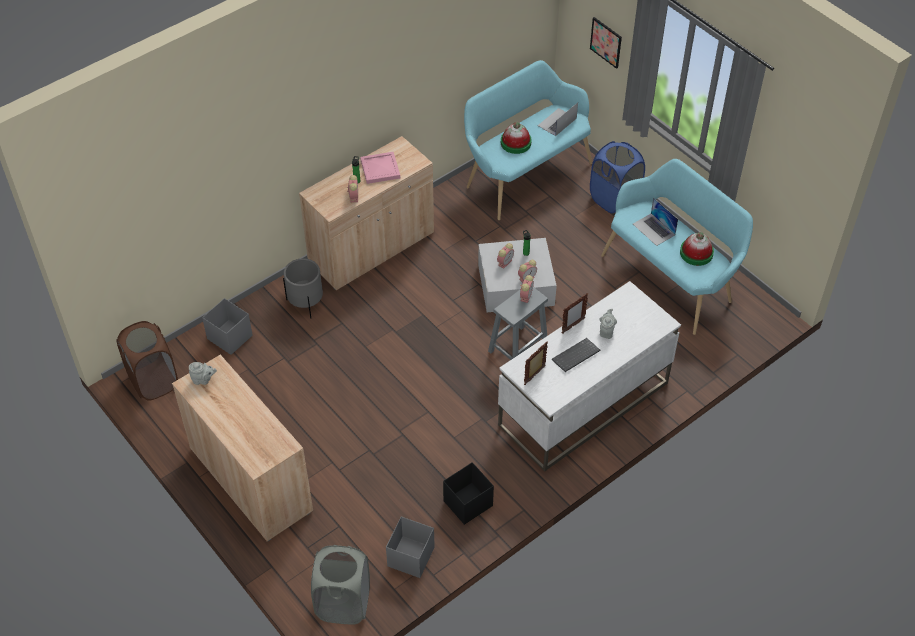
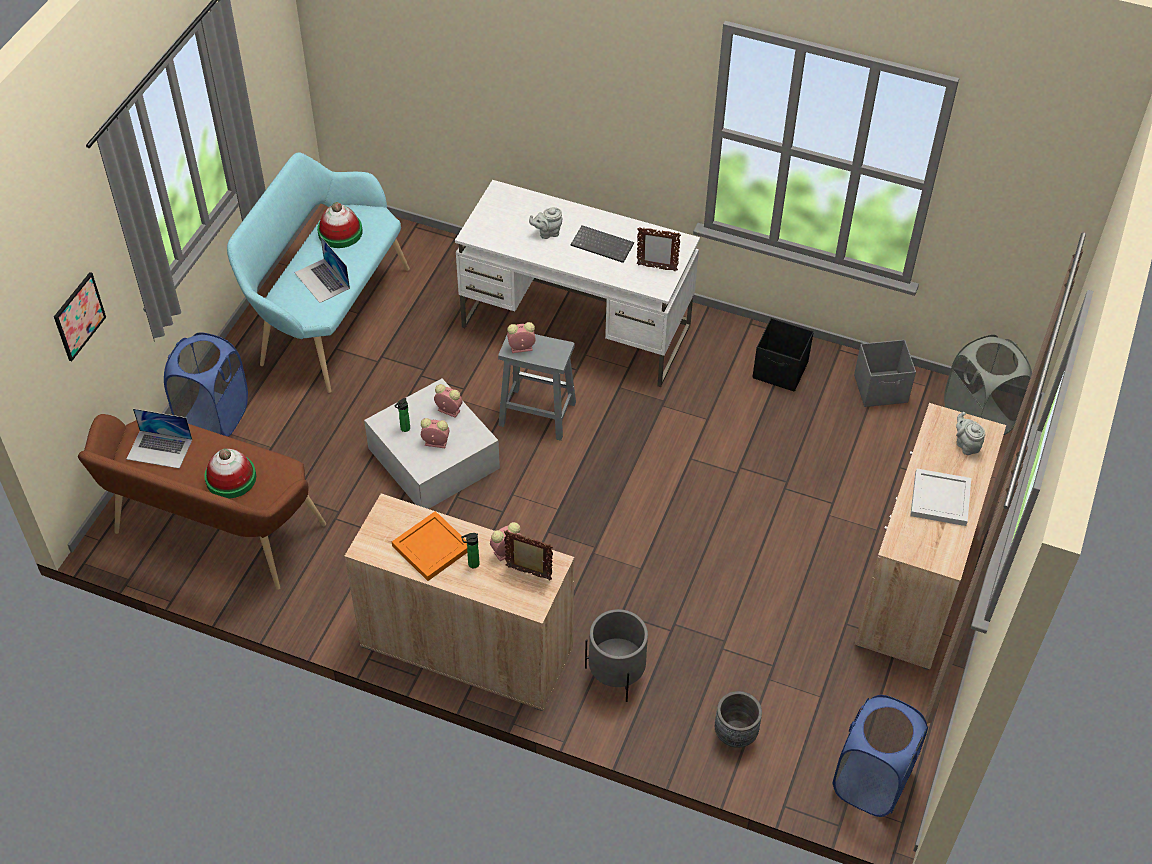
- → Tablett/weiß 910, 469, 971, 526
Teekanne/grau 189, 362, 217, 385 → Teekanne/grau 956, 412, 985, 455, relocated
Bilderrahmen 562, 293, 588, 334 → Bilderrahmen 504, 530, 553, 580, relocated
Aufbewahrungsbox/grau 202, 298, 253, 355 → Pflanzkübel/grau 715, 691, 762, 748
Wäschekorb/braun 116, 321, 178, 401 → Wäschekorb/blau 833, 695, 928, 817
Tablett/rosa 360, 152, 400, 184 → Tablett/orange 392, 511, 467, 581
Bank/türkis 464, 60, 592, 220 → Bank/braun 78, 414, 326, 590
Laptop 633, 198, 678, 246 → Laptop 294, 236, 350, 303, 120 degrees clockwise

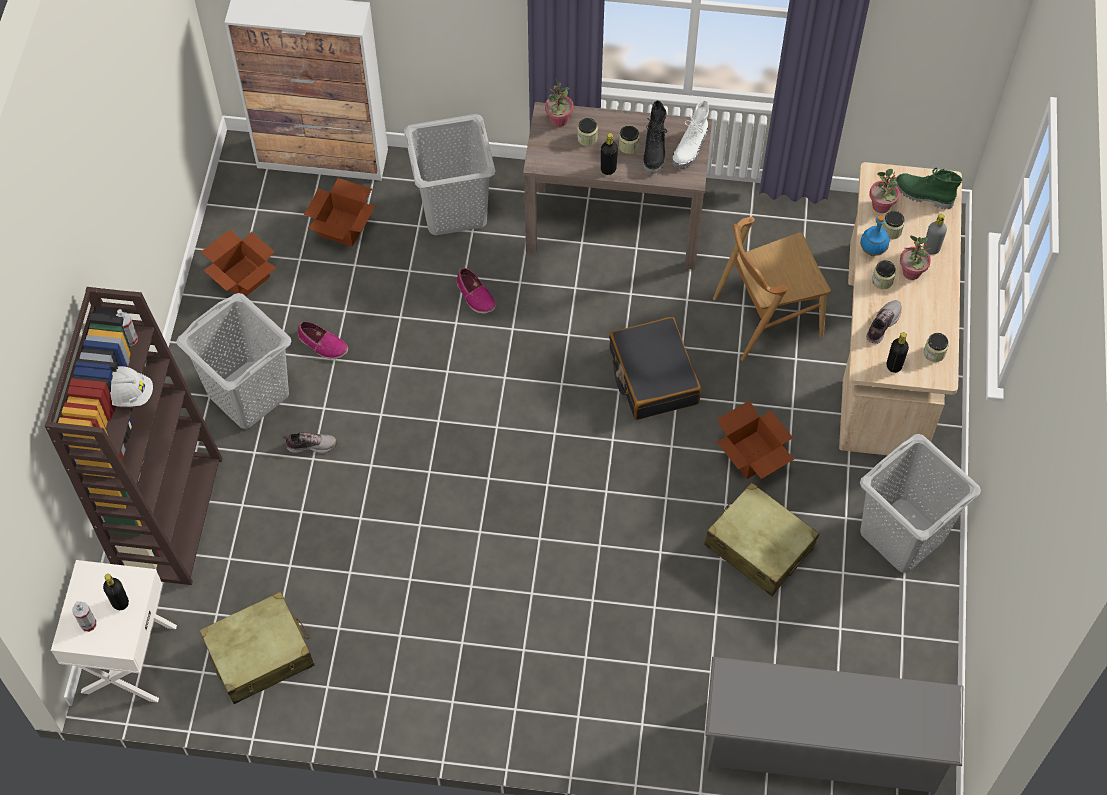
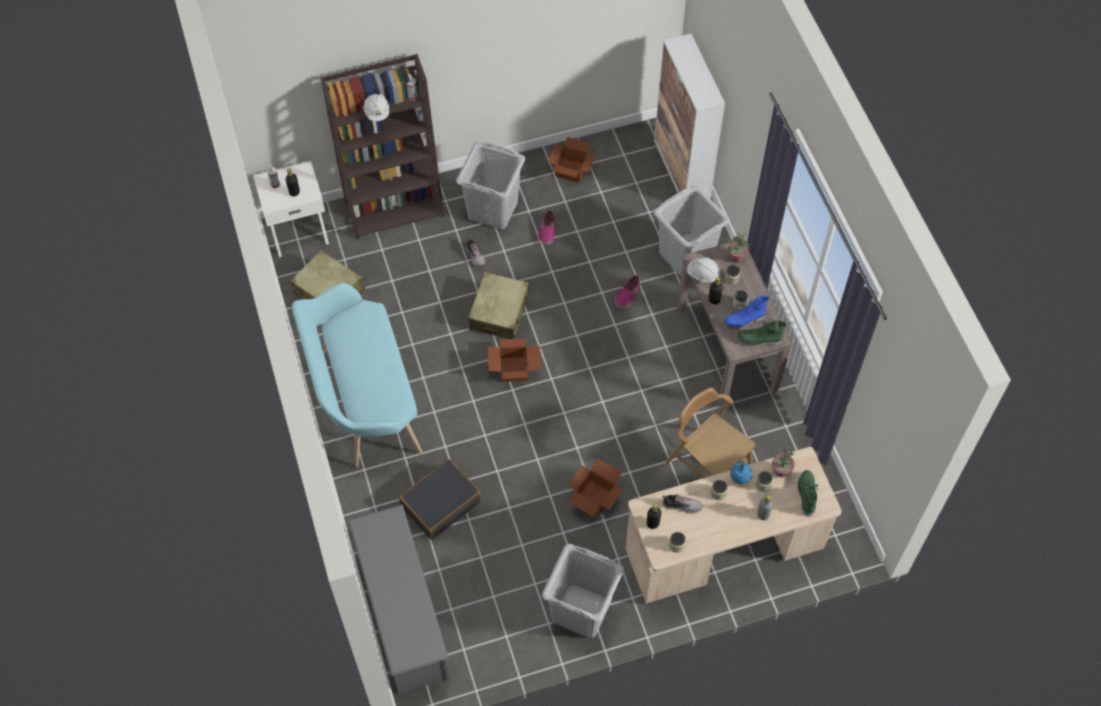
Topfpflanze 900, 236, 931, 280 → -
- → Bank/türkis 292, 283, 423, 468
- → Schutzhelm/weiß 687, 257, 720, 282
Karton 304, 178, 376, 247 → Karton 487, 338, 541, 382, relocated
Koffer/schwarz 609, 317, 701, 420 → Koffer/schwarz 399, 459, 481, 540, relocated
Koffer/beige 704, 482, 819, 596 → Koffer/beige 468, 272, 529, 339, relocated
Stiefel/schwarz 643, 100, 668, 174 → Stiefel/blau 723, 296, 769, 330
Stiefel/weiß 672, 100, 709, 169 → Stiefel/grün 736, 321, 786, 347

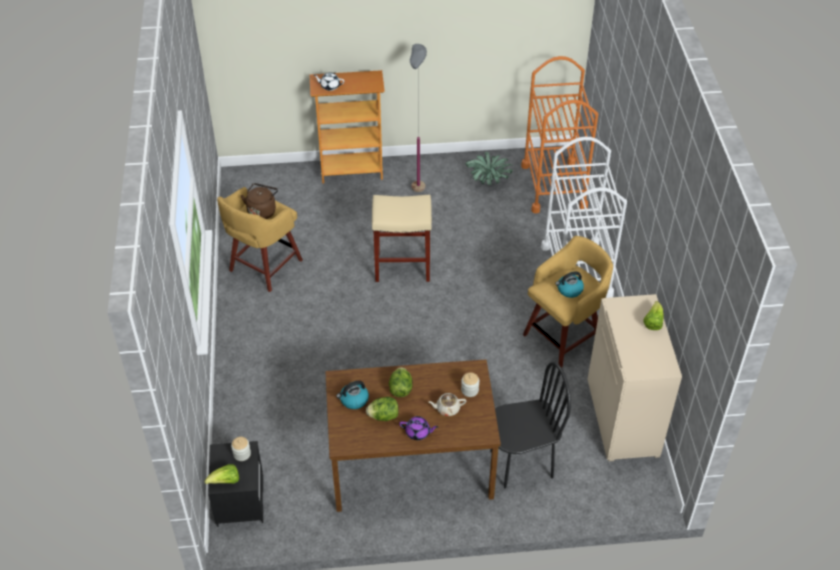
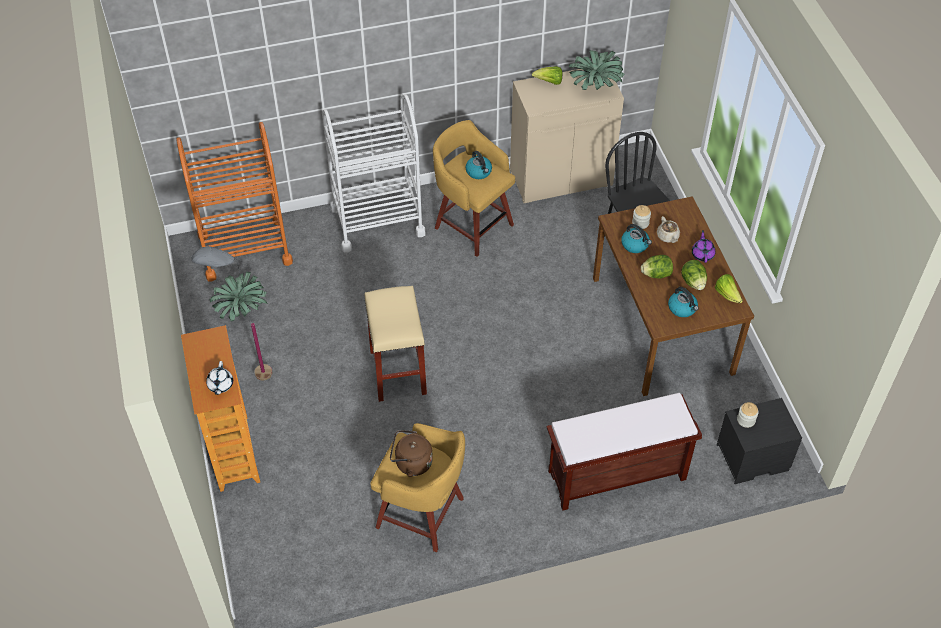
- → Bank/braun 547, 393, 702, 511
- → Topfpflanze 569, 50, 625, 90
- → Wasserkessel 621, 224, 652, 253
Salatkopf 204, 464, 239, 484 → Salatkopf 715, 274, 743, 303, relocated

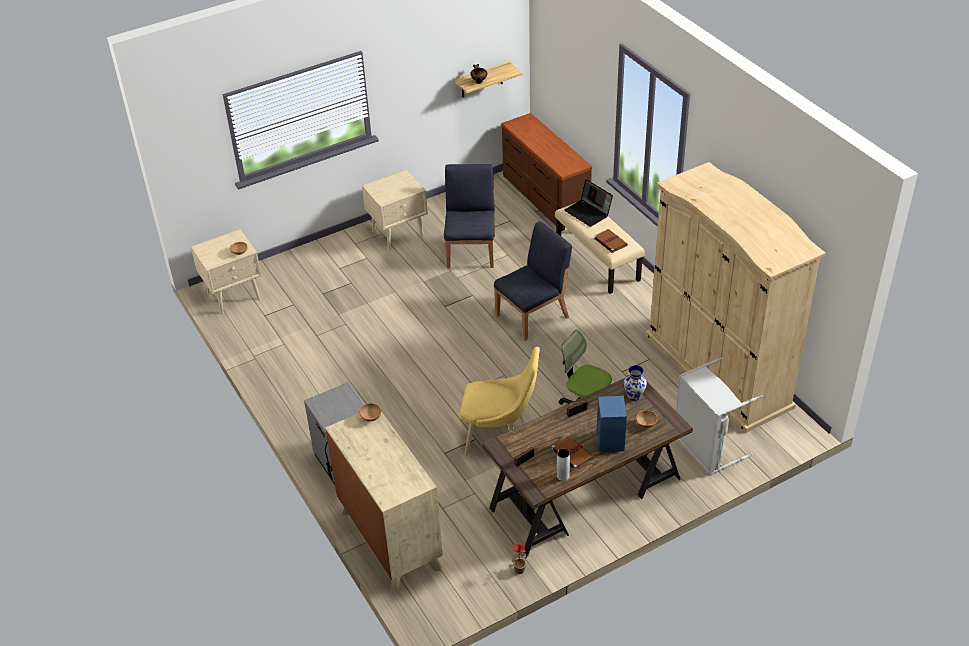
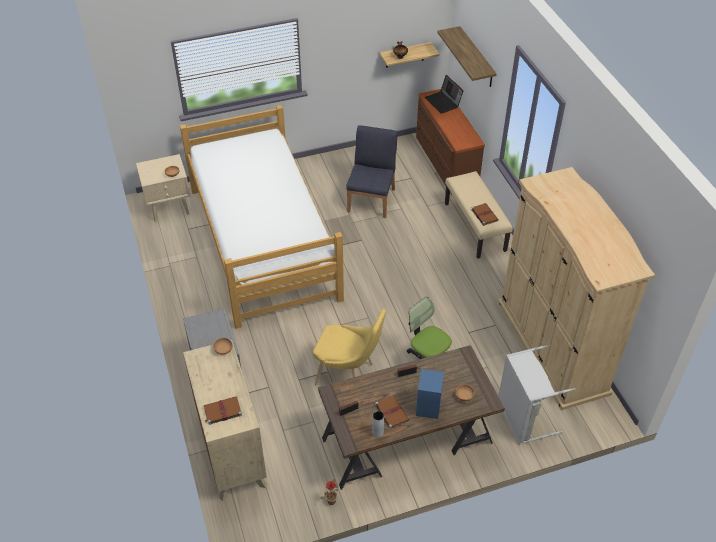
Nachttisch/beige 362, 170, 428, 251 → -
Stuhl/blau 494, 221, 572, 341 → -
Vase 624, 365, 647, 401 → -
- → Bett 180, 105, 344, 329
- → Buch/braun 204, 396, 242, 425
- → Wandregal 437, 26, 497, 87
Laptop 565, 179, 613, 227 → Laptop 425, 75, 464, 114, relocated

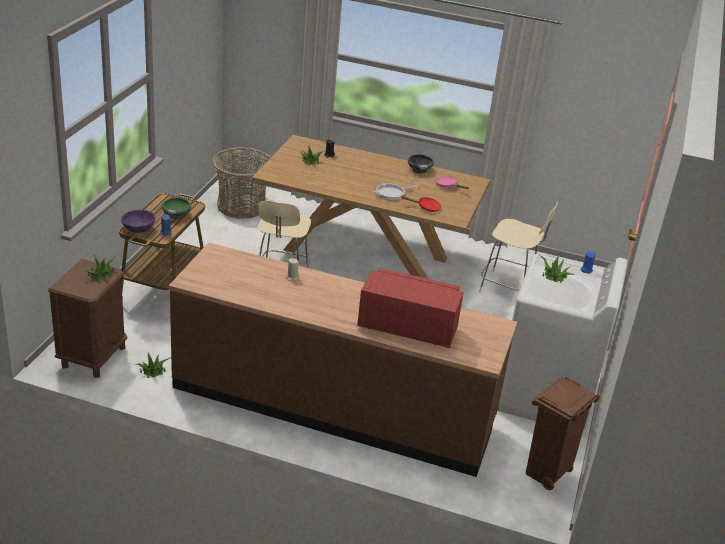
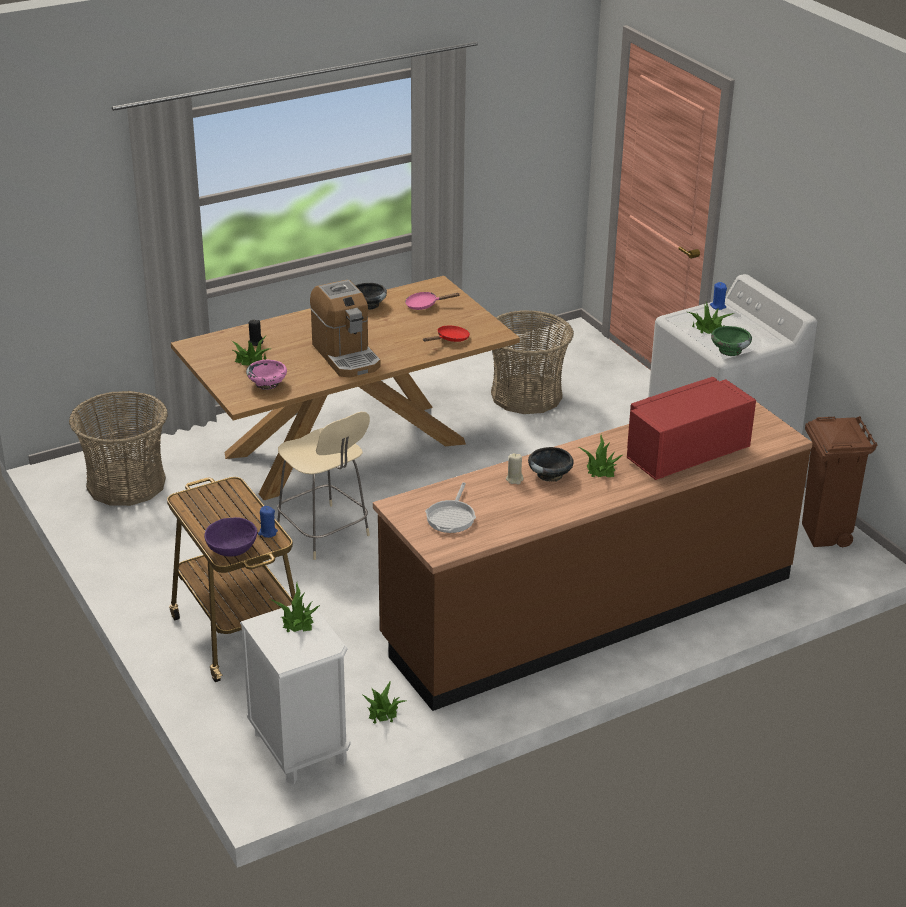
- → Schüssel/rosa 246, 360, 287, 390
- → Kaffeemaschine 310, 280, 381, 378
- → Schüssel/schwarz 528, 447, 574, 482
- → Topfpflanze 579, 435, 622, 477
Schüssel/grün 162, 198, 191, 219 → Schüssel/grün 711, 326, 752, 356, relocated
Pfanne 375, 183, 420, 200 → Pfanne 425, 482, 476, 533, relocated
Stuhl/beige 479, 201, 559, 292 → Korb 491, 310, 574, 414
Nachttisch/braun 48, 259, 127, 378 → Nachttisch/weiß 240, 602, 350, 784

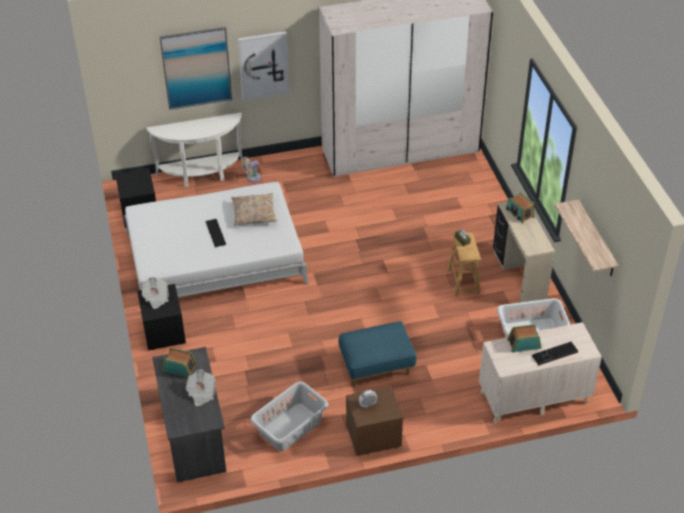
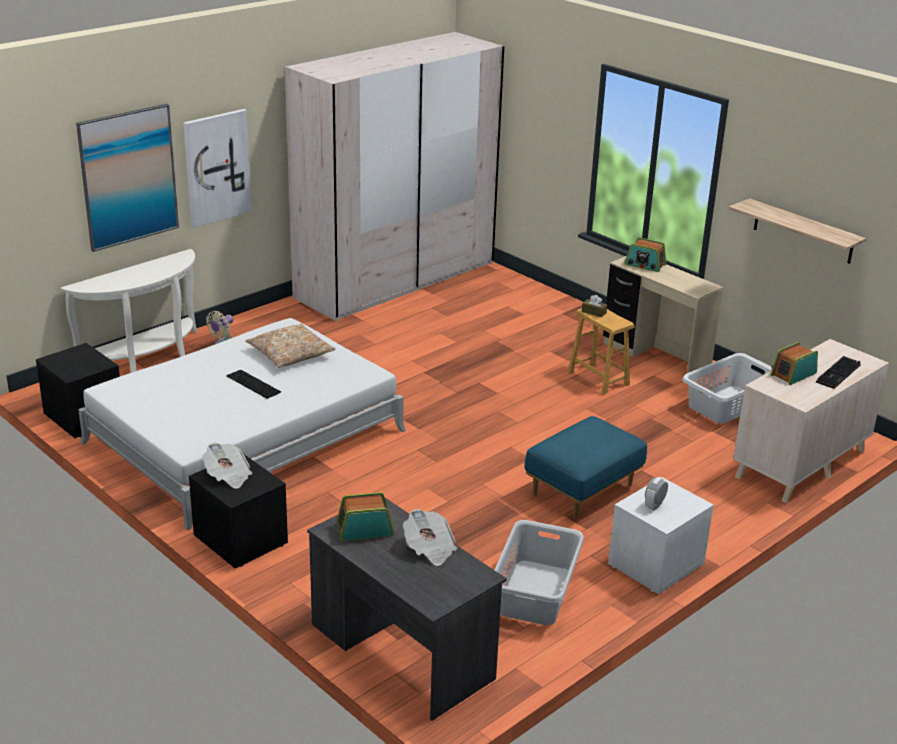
Nachttisch/braun 346, 386, 403, 456 → Nachttisch/weiß 608, 477, 714, 594

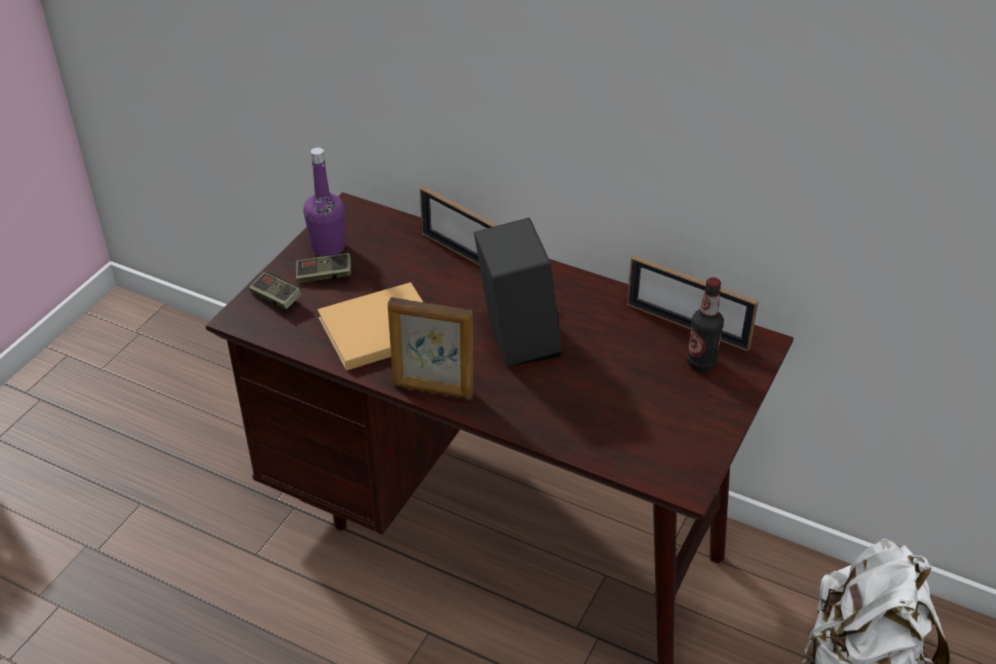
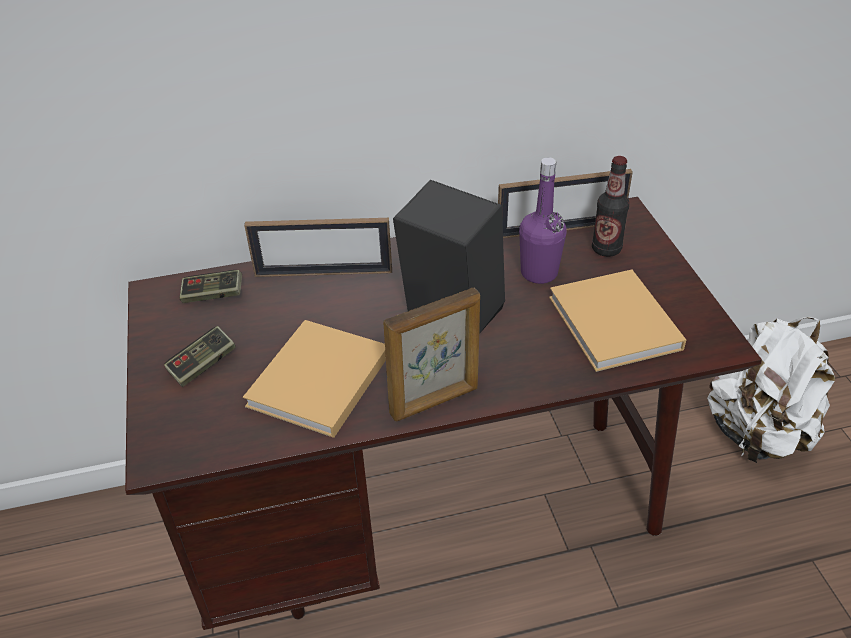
- → Buch/beige 549, 270, 686, 372
Gamepad 249, 272, 302, 309 → Gamepad 180, 270, 242, 303, relocated
Flasche/lila 303, 148, 345, 256 → Flasche/lila 519, 157, 567, 284, relocated

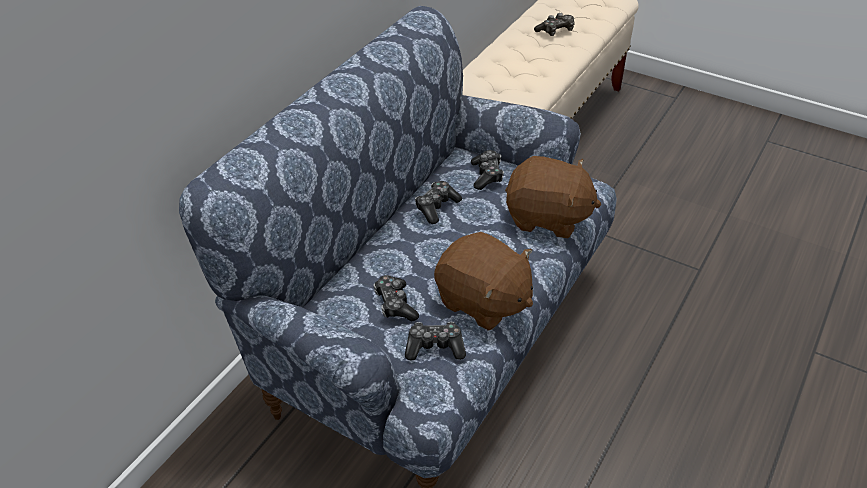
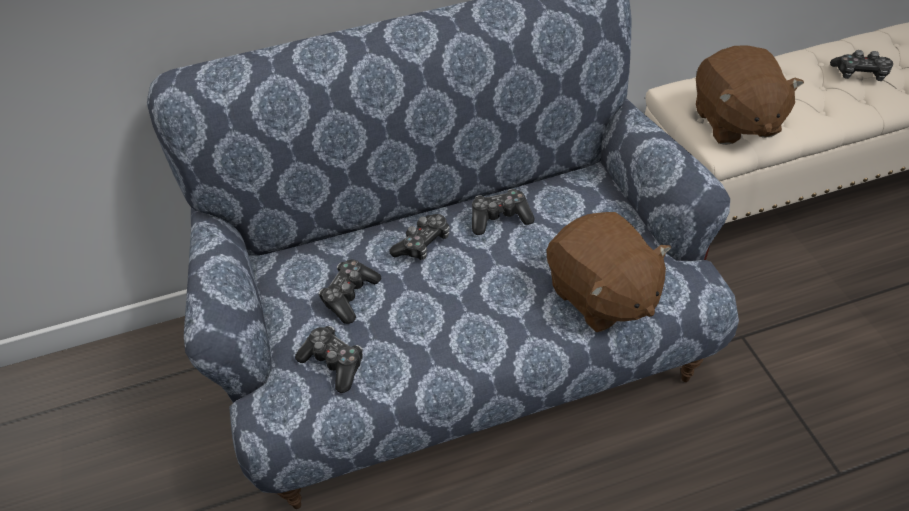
Plüschtier/braun 434, 232, 533, 331 → Plüschtier/braun 696, 45, 804, 145, relocated
Gamepad 471, 150, 504, 190 → Gamepad 389, 214, 450, 260, relocated

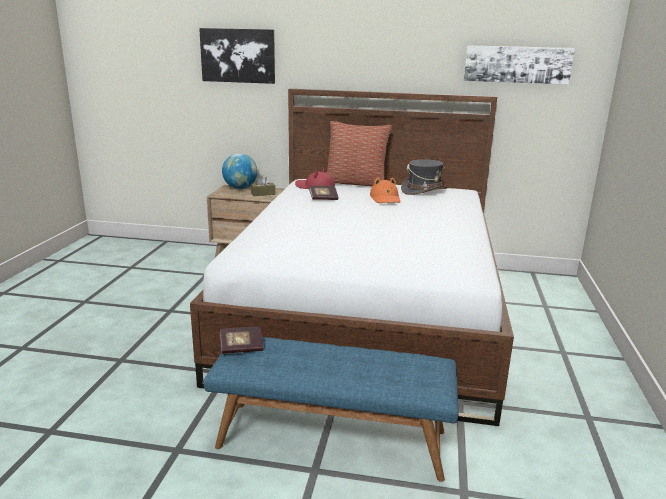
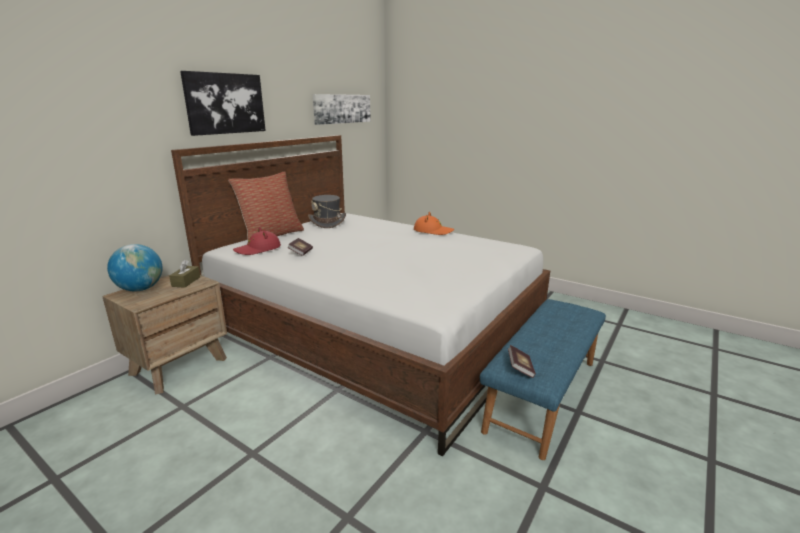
Bild 199, 28, 275, 84 → Bild 180, 71, 266, 136, relocated
Hut/orange 370, 178, 401, 203 → Hut/orange 414, 212, 454, 235, relocated

